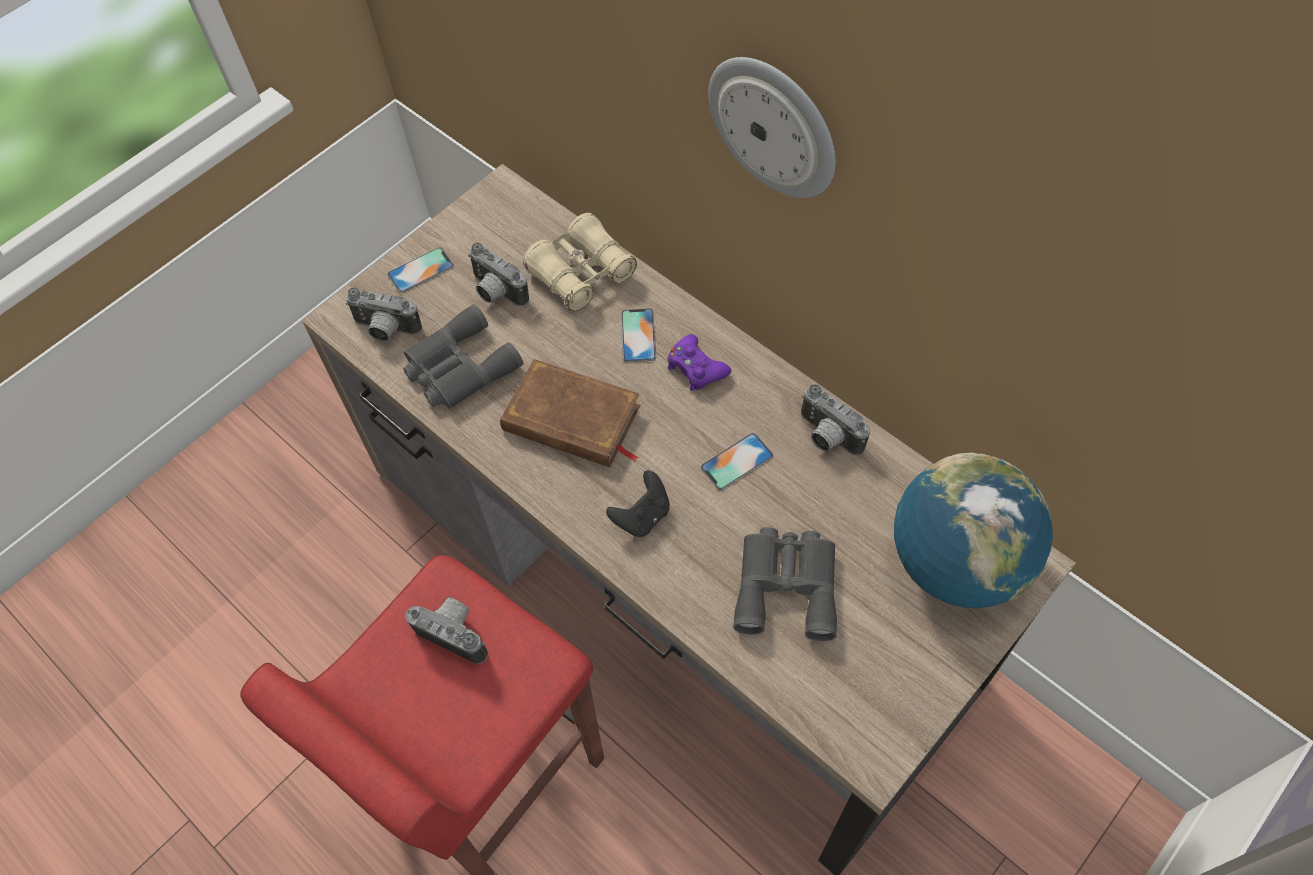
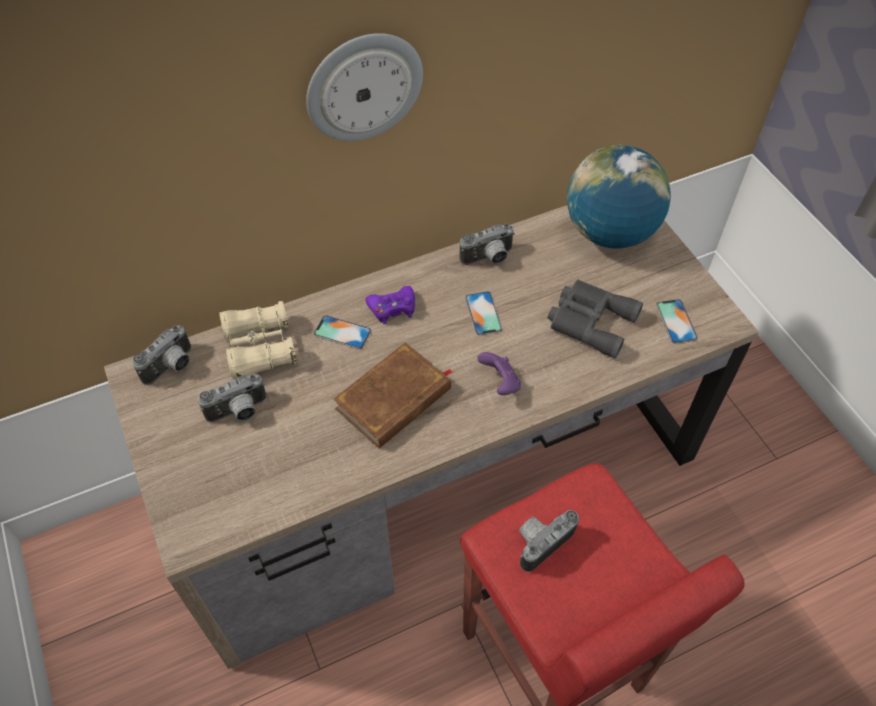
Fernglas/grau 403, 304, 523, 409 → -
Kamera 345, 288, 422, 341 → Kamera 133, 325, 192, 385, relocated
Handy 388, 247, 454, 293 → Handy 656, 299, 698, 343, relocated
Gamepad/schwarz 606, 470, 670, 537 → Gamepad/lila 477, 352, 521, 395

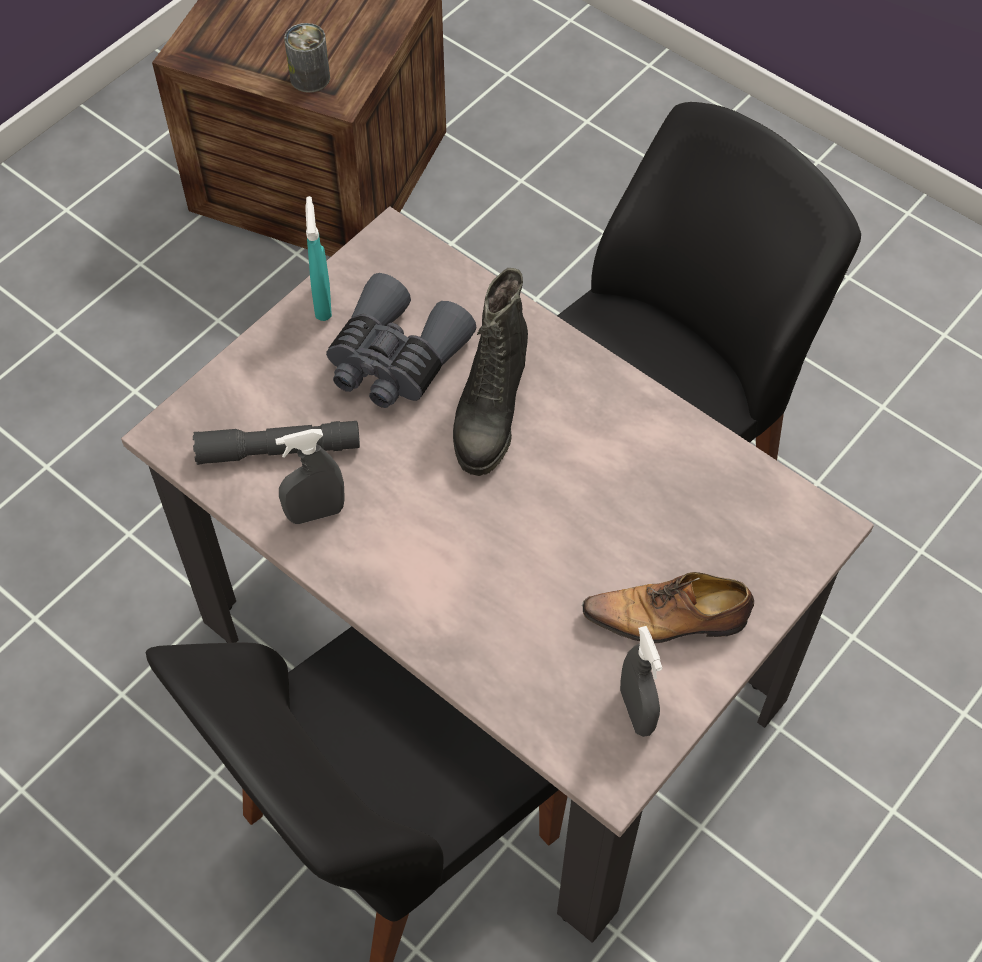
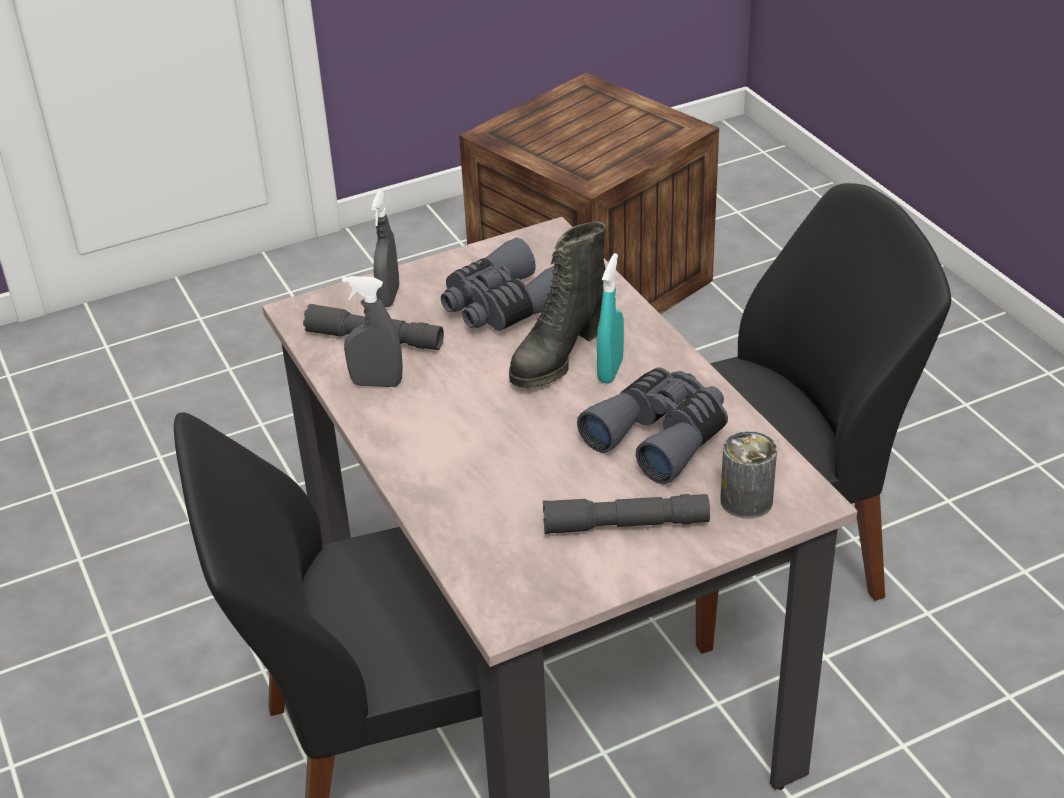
- → Fernglas/grau 577, 368, 728, 484
Dose 284, 23, 330, 93 → Dose 720, 431, 777, 519, relocated
Sprühflasche/türkis 305, 196, 332, 321 → Sprühflasche/türkis 597, 253, 624, 384, relocated
Sprühflasche/grau 620, 626, 662, 737 → Sprühflasche/grau 371, 191, 399, 307, relocated
Schuh 582, 572, 754, 643 → Taschenlampe/grau 543, 494, 710, 534

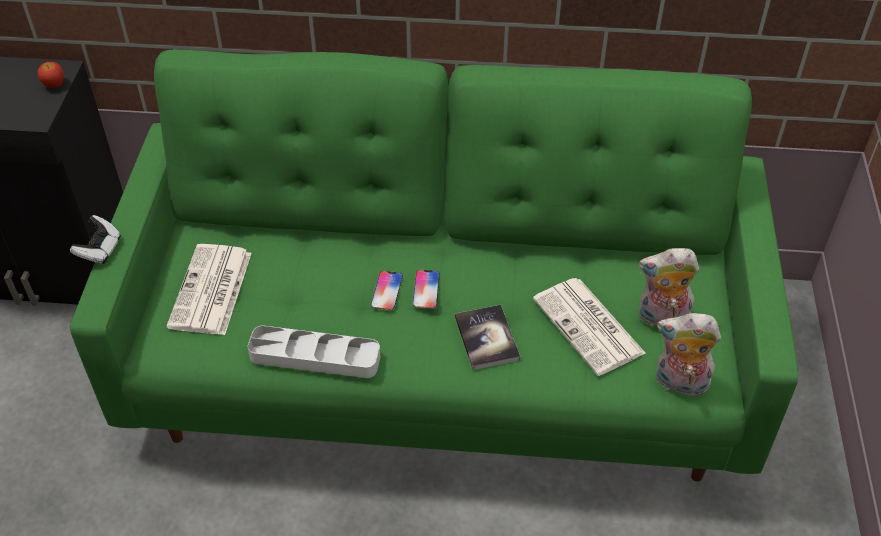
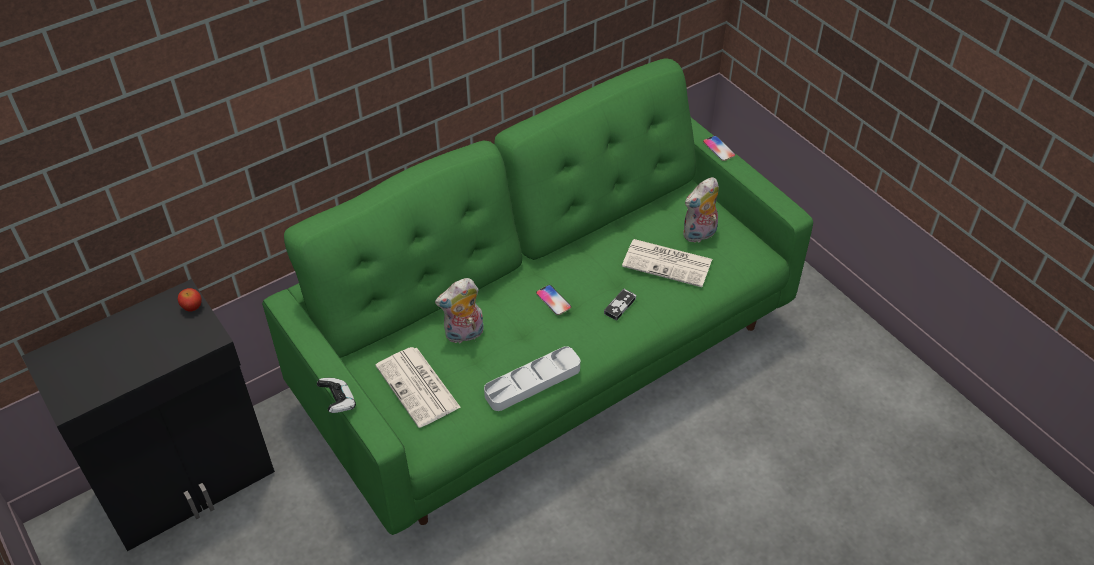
Handy 371, 271, 403, 311 → Handy 703, 136, 736, 161, relocated
Plüschtier 656, 313, 721, 396 → Plüschtier 435, 278, 484, 343, relocated
Buch 455, 305, 520, 370 → Gamepad 604, 289, 636, 321

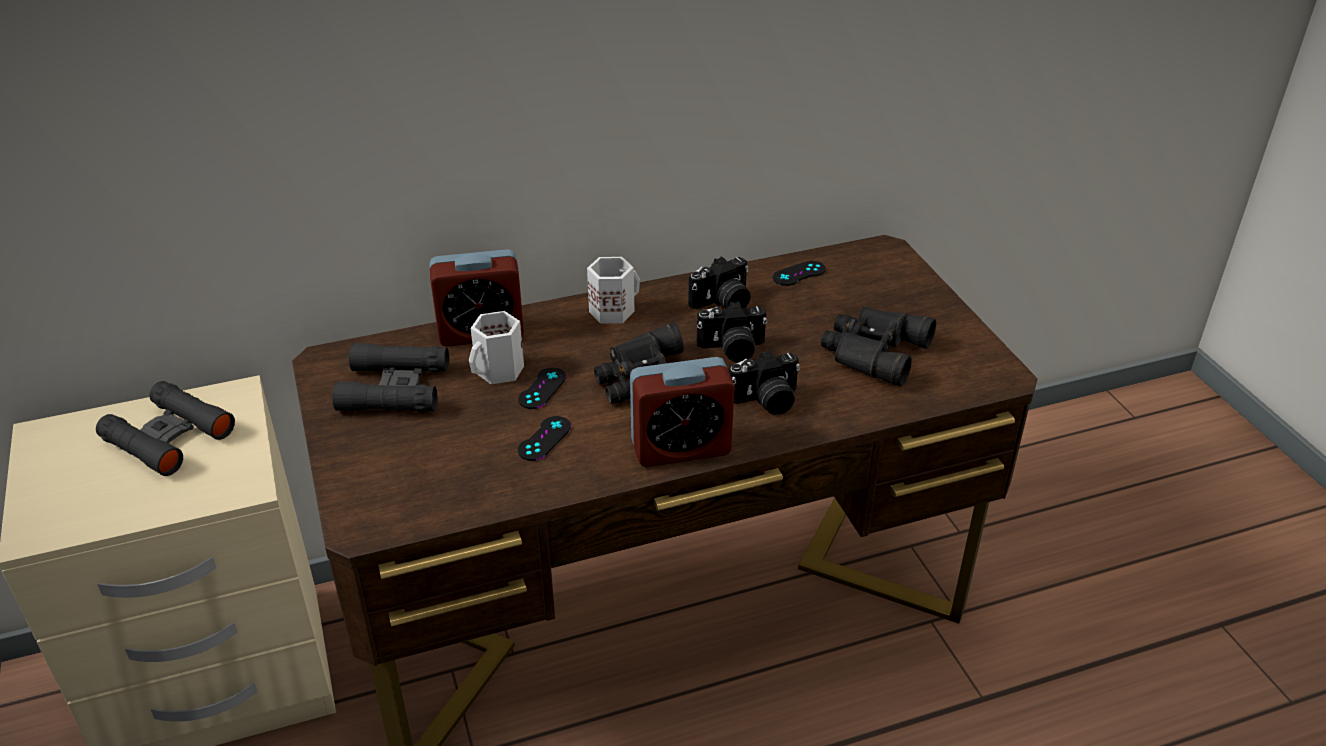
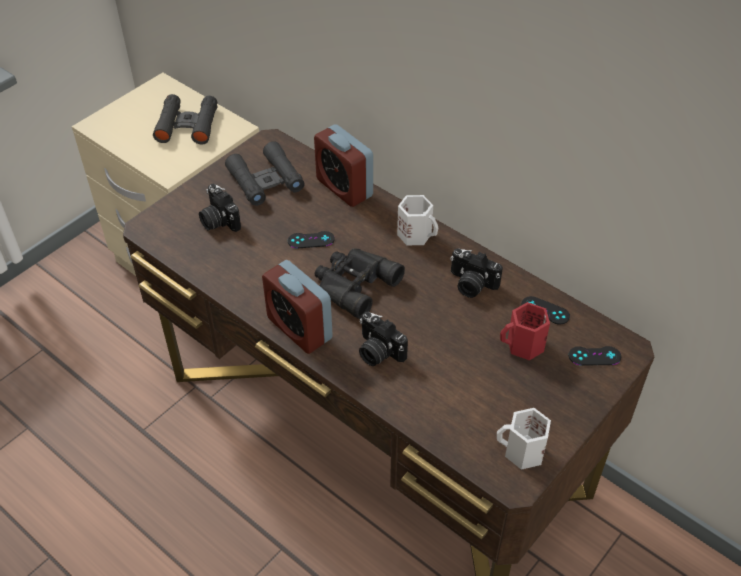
Fernglas/schwarz 821, 306, 936, 386 → -
- → Henkelbecher/rot 500, 302, 550, 360
Henkelbecher/weiß 469, 311, 524, 384 → Henkelbecher/weiß 497, 408, 551, 470, relocated
Gamepad/schwarz 518, 416, 571, 461 → Gamepad/schwarz 569, 346, 621, 365, relocated
Kamera 697, 301, 767, 362 → Kamera 199, 184, 241, 232, relocated

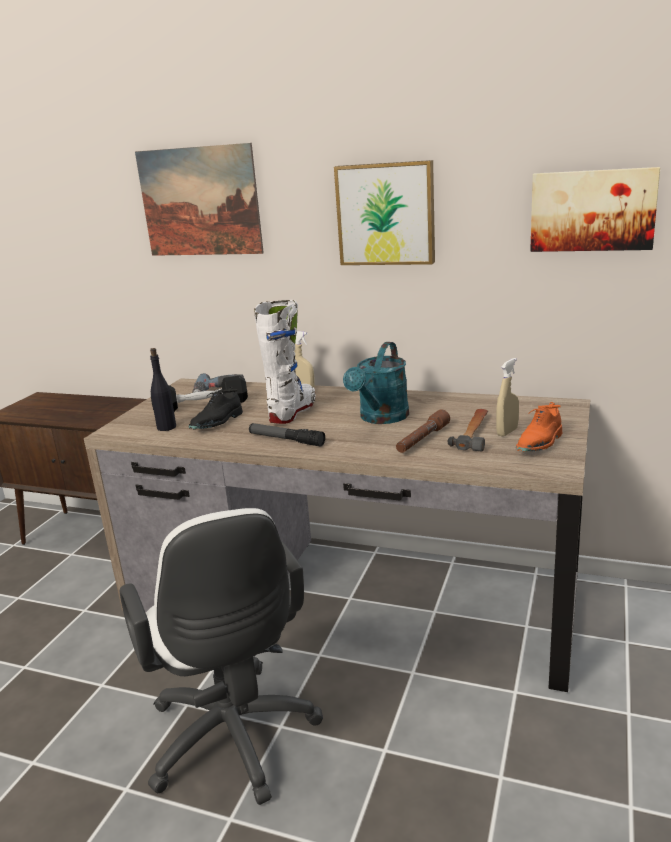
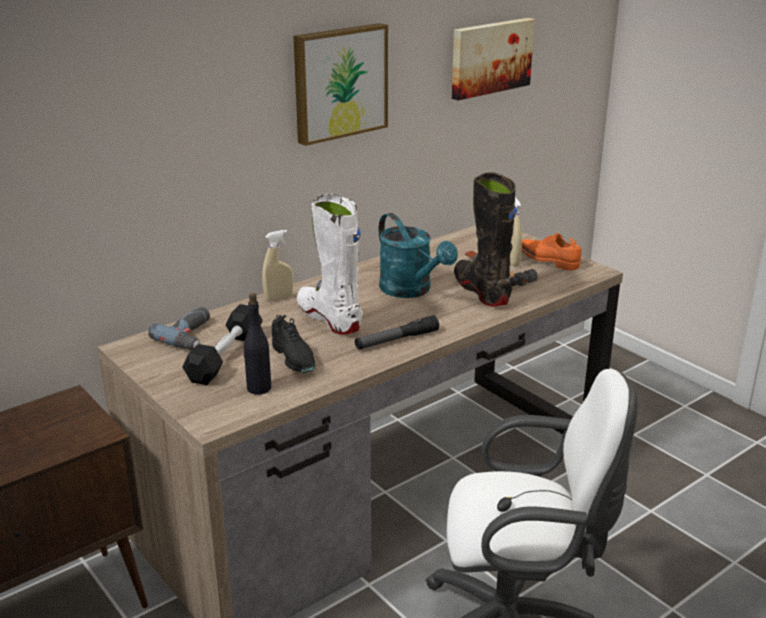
Bild 135, 143, 264, 256 → -
Taschenlampe/braun 396, 409, 450, 453 → Stiefel/schwarz 454, 173, 517, 307
Schuh/orange 516, 402, 562, 452 → Schuh/orange 521, 233, 582, 271, 150 degrees clockwise

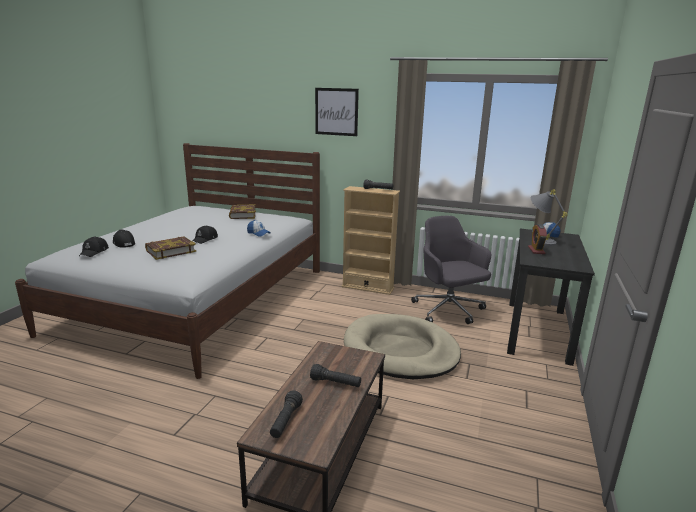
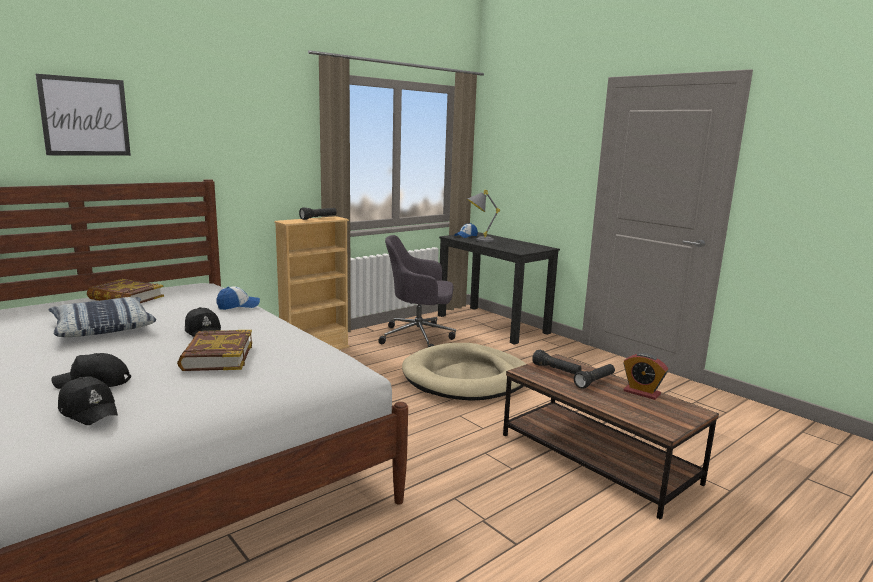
- → Kissen 48, 297, 156, 337
Taschenlampe/schwarz 270, 390, 303, 438 → Taschenlampe/schwarz 532, 350, 582, 374, relocated
Bild 315, 88, 359, 136 → Bild 35, 74, 131, 156, relocated
Wecker 528, 224, 547, 254 → Wecker 623, 353, 668, 400, relocated

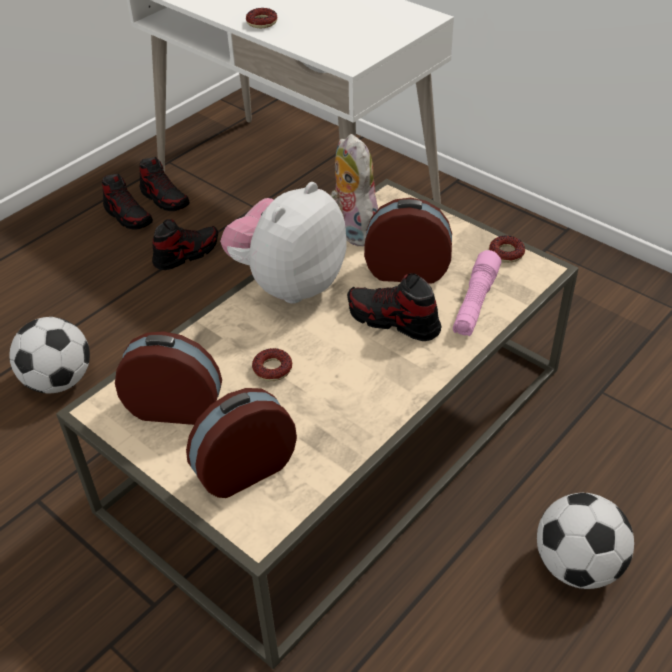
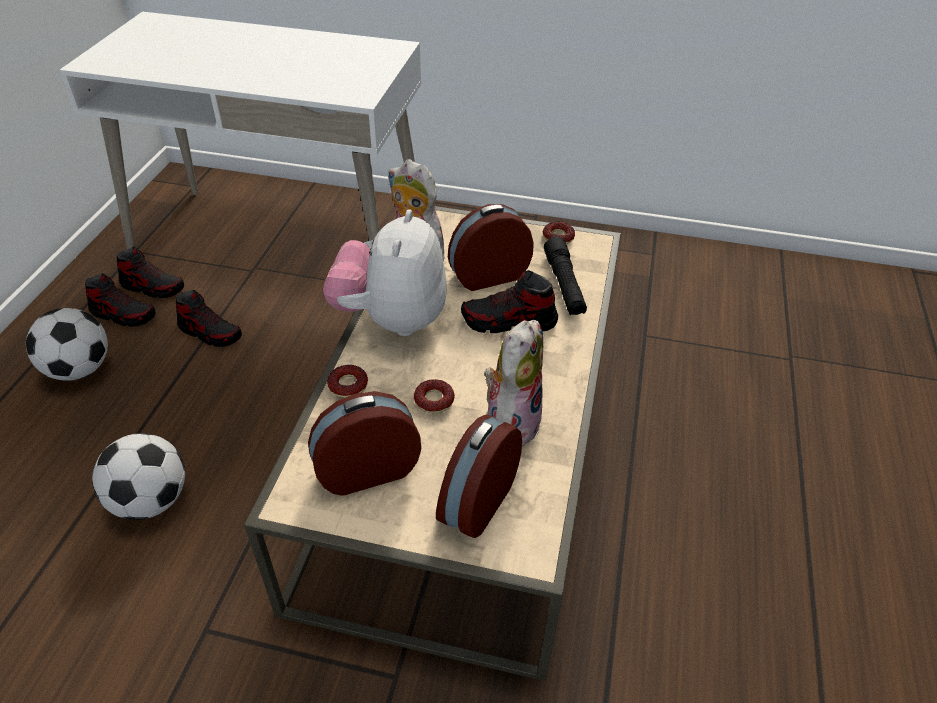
- → Plüschtier 479, 320, 543, 448
Donut 246, 8, 277, 28 → Donut 327, 365, 368, 398, relocated
Fußball 537, 493, 634, 589 → Fußball 26, 308, 108, 381, relocated
Taschenlampe/rosa 453, 250, 501, 336 → Taschenlampe/schwarz 544, 236, 587, 315
Schuh 152, 219, 218, 270 → Schuh 176, 290, 242, 347, 90 degrees clockwise

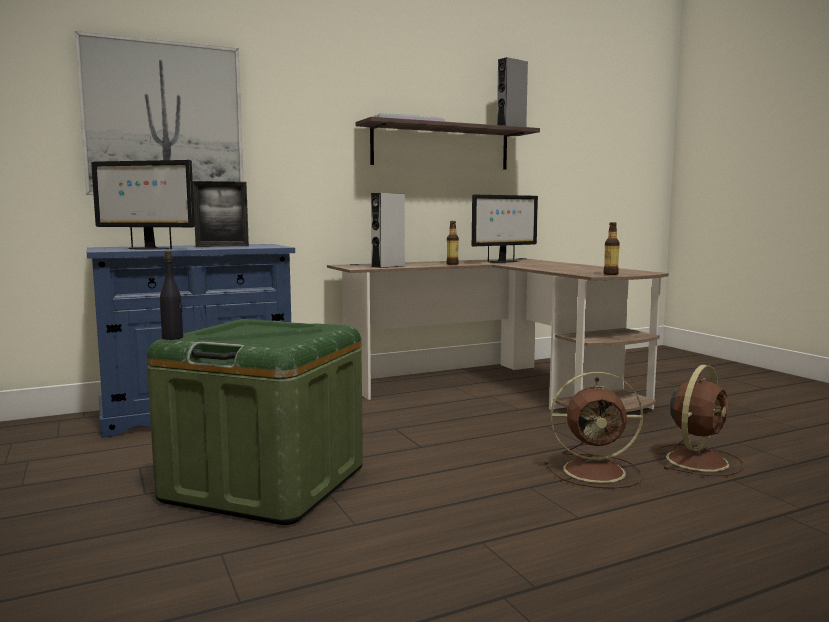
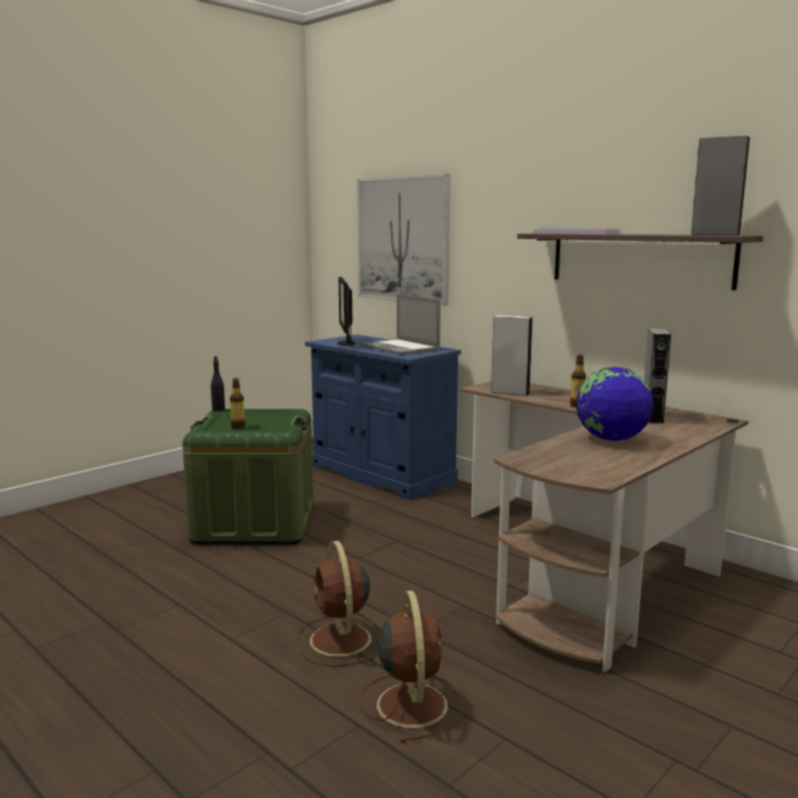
- → Globus 576, 367, 653, 441
Flasche 603, 222, 620, 275 → Flasche 230, 378, 245, 429, relocated
Bilderrahmen 193, 181, 249, 247 → Laptop 360, 294, 441, 355
Monitor 472, 195, 538, 263 → Lautsprecher/grau 644, 328, 671, 424
Ventilator/braun 655, 365, 744, 476 → Ventilator/braun 359, 591, 463, 743, 120 degrees counterclockwise

